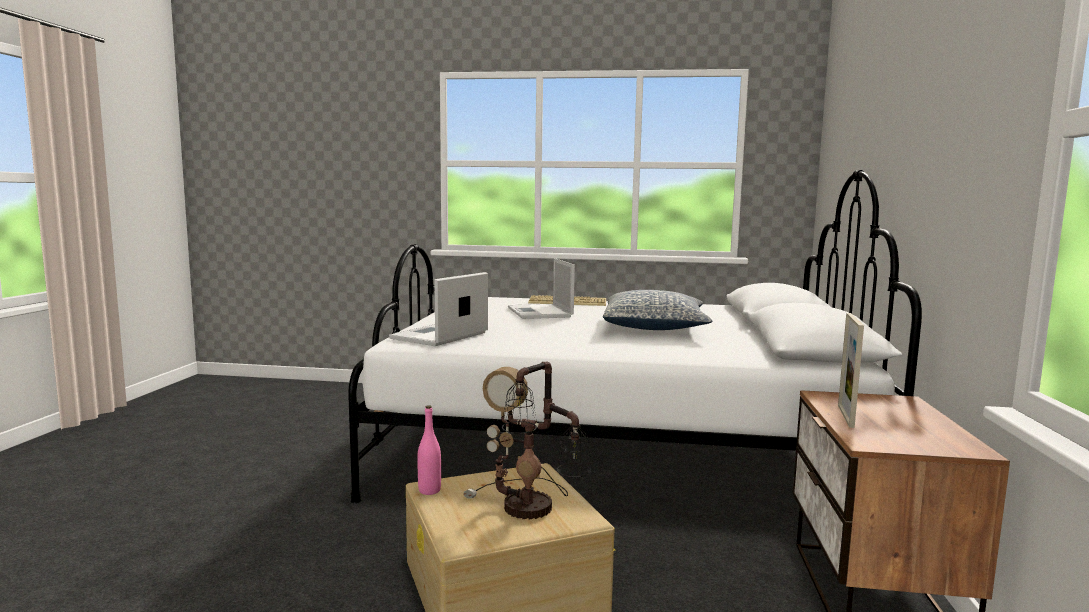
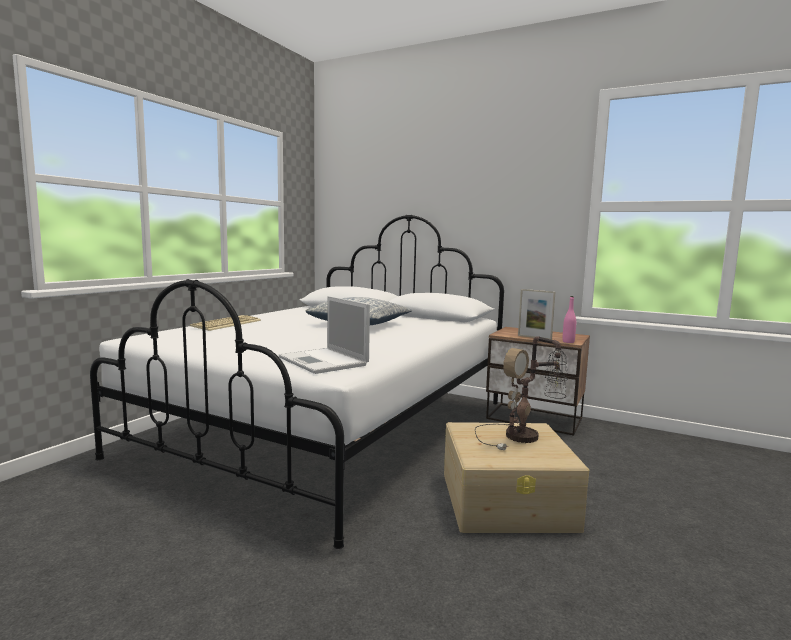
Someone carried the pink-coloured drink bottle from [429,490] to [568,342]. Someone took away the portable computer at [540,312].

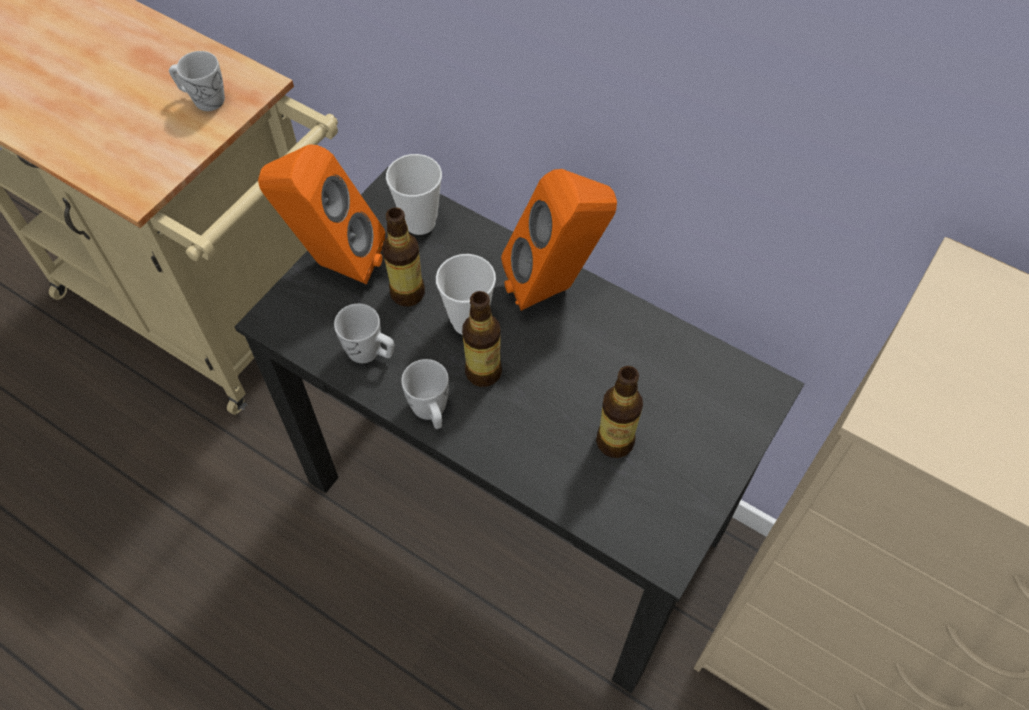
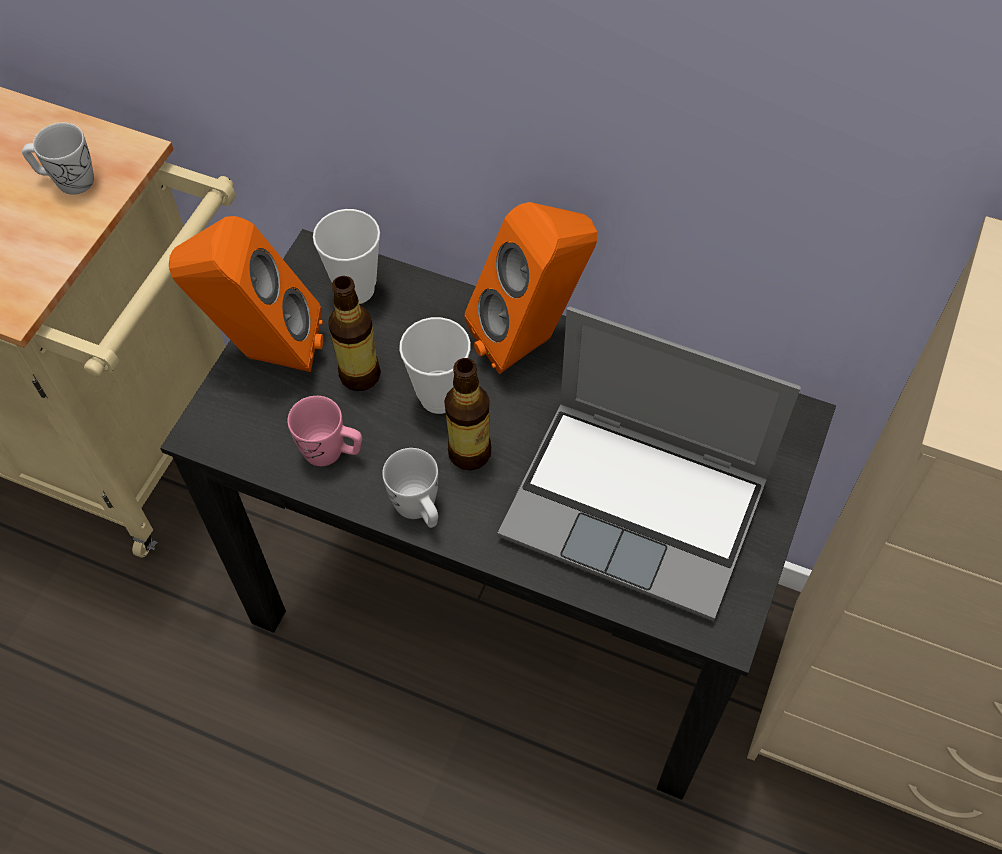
Someone repainted the white-coloured tea mug at [370,353], which became the pink-coloured tea mug at [331,452]. Someone swapped the drink bottle at [615,442] for the portable computer at [638,507].

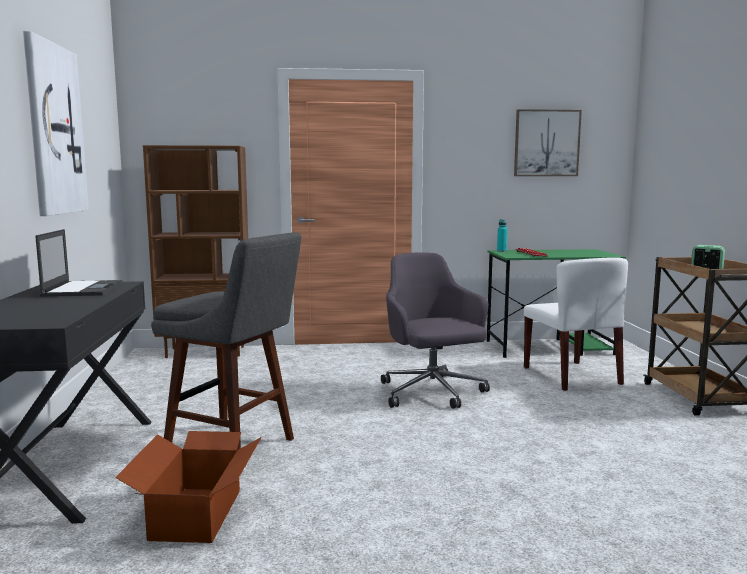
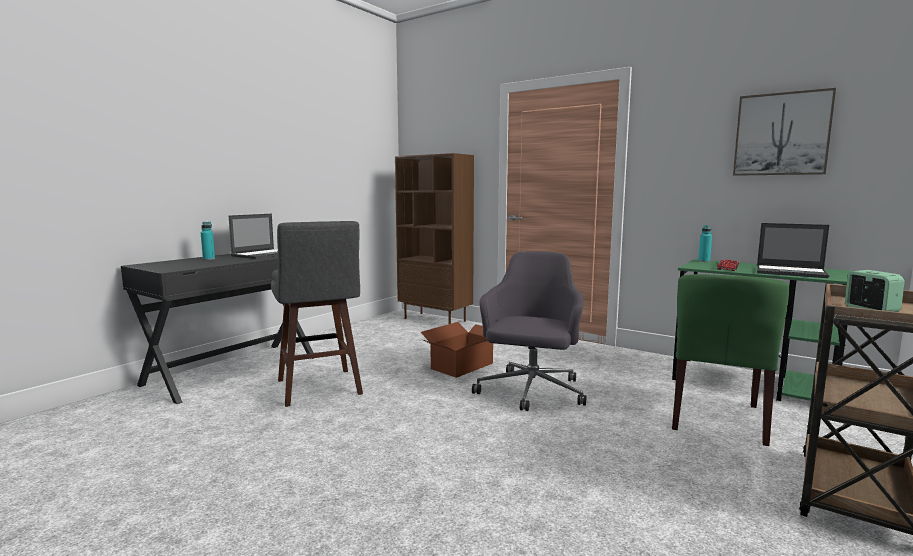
Someone put down the blue-green drink bottle at [208,259]. Someone carried the carton from [198,514] to [463,366]. Someone repainted the white-coloured chair at [572,375], which became the green-coloured chair at [717,418]. Someone put down the portable computer at [791,272]. Someone took away the wall picture at [54,130].

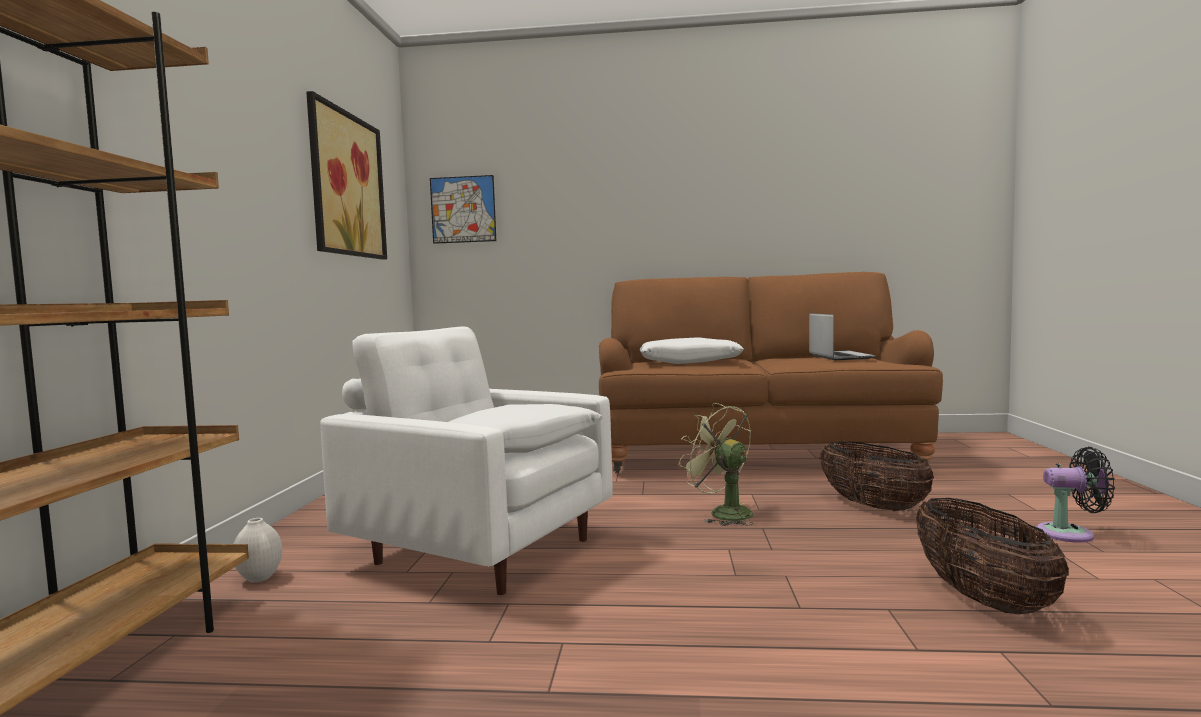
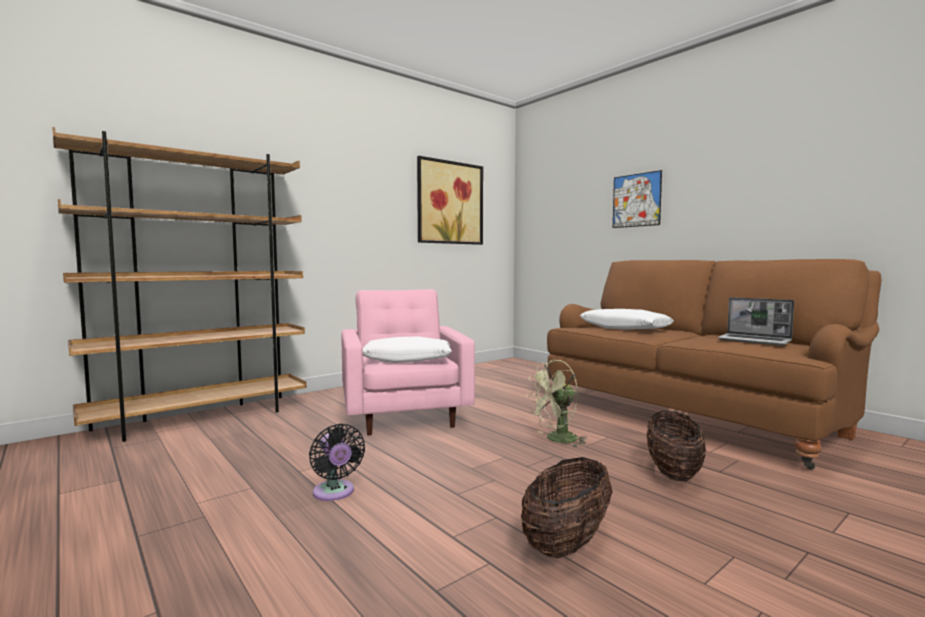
Someone carried the blackish electric fan from [1071,534] to [334,493]. Someone repainted the white-coloured easy chair at [480,549], which became the pink-coloured easy chair at [405,415]. Someone rotated the green-coloured electric fan at [722,513] by 120 degrees counterclockwise. Someone carried the wall picture from [463,209] to [636,200]. Someone rotated the portable computer at [839,357] by 90 degrees clockwise. Someone took away the white-coloured decorative vase at [259,578].

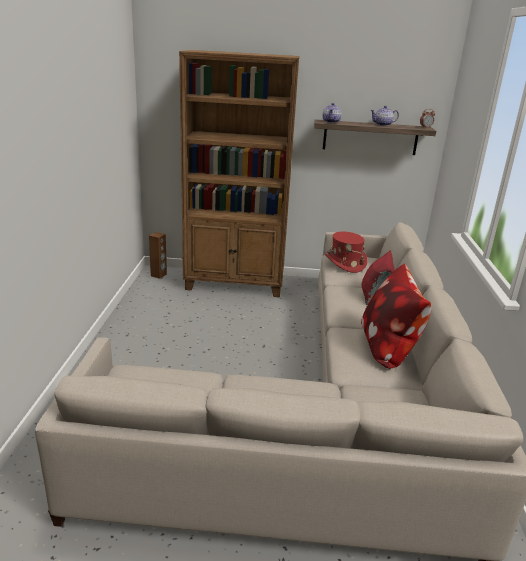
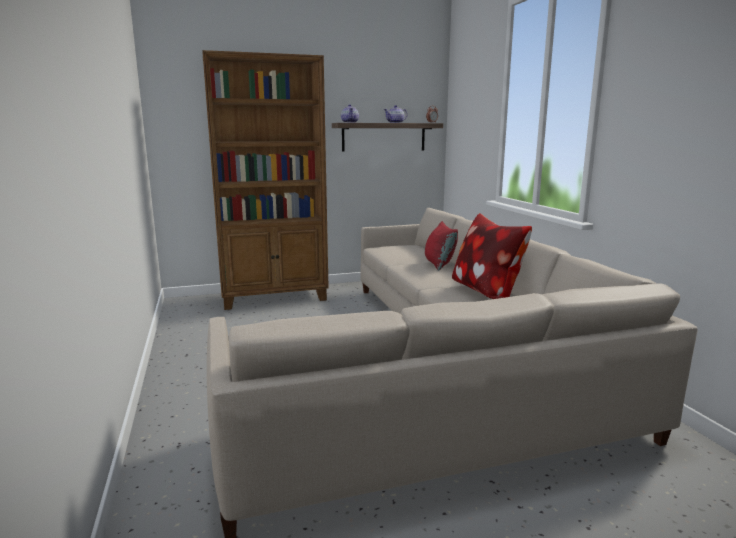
Someone took away the brownish loudspeaker at [159,275]. Someone took away the red-coloured clothing hat at [345,263].

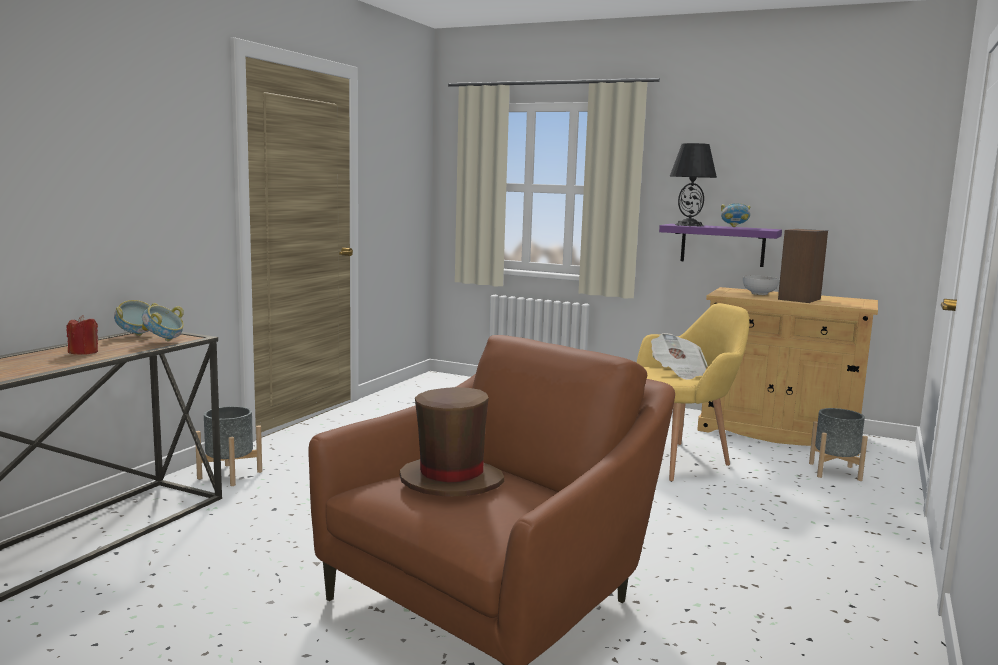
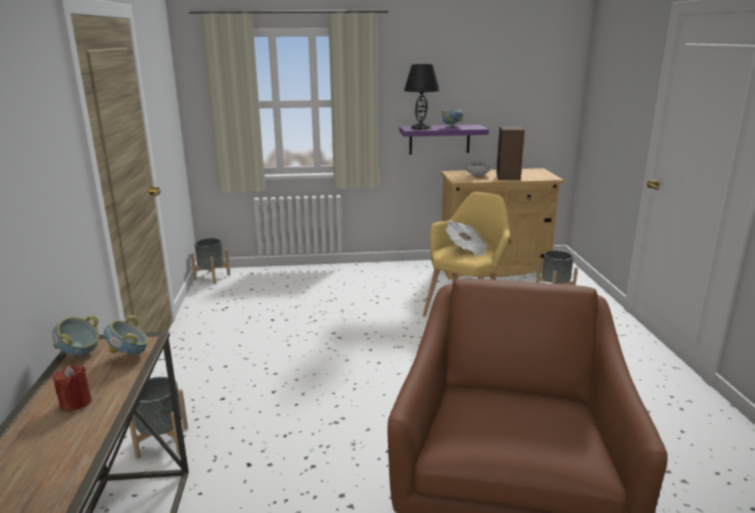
Someone put down the greyish flower pot at [212,277]. Someone took away the brownish clothing hat at [451,480].

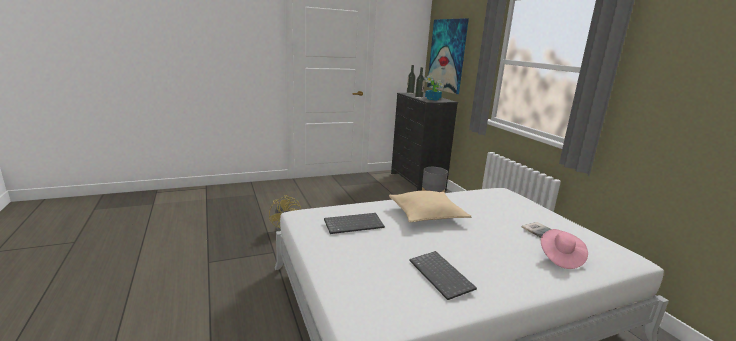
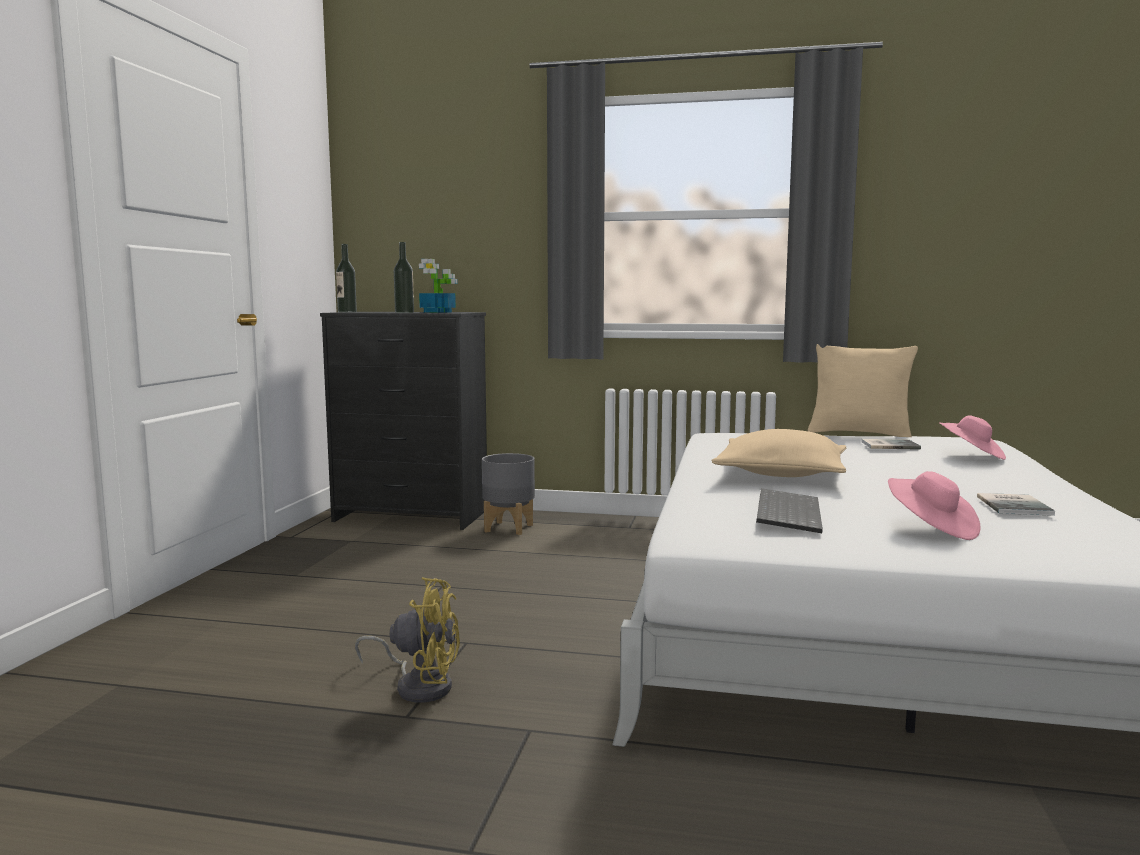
Someone put down the sand-coloured throw pillow at [859,434]. Someone put down the pink-coloured clothing hat at [931,529]. Someone swapped the PC keyboard at [442,276] for the book at [1015,505]. Someone took away the wall picture at [447,55].

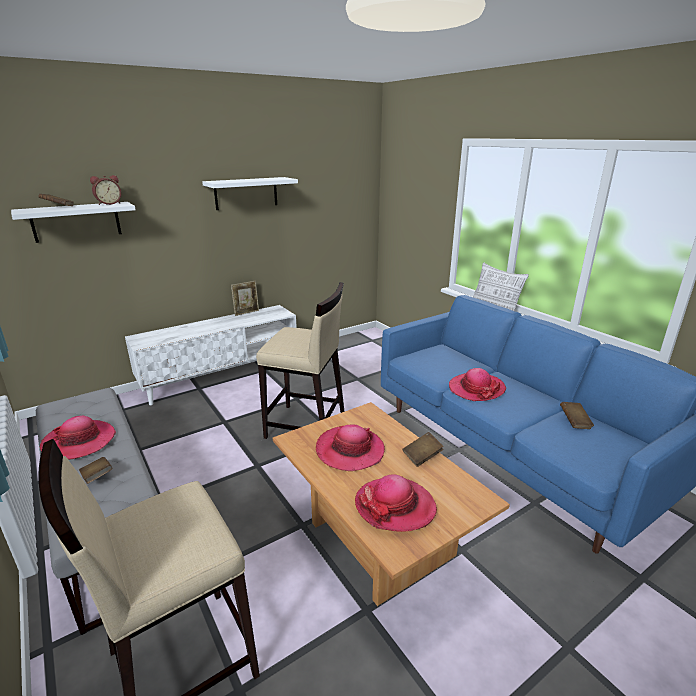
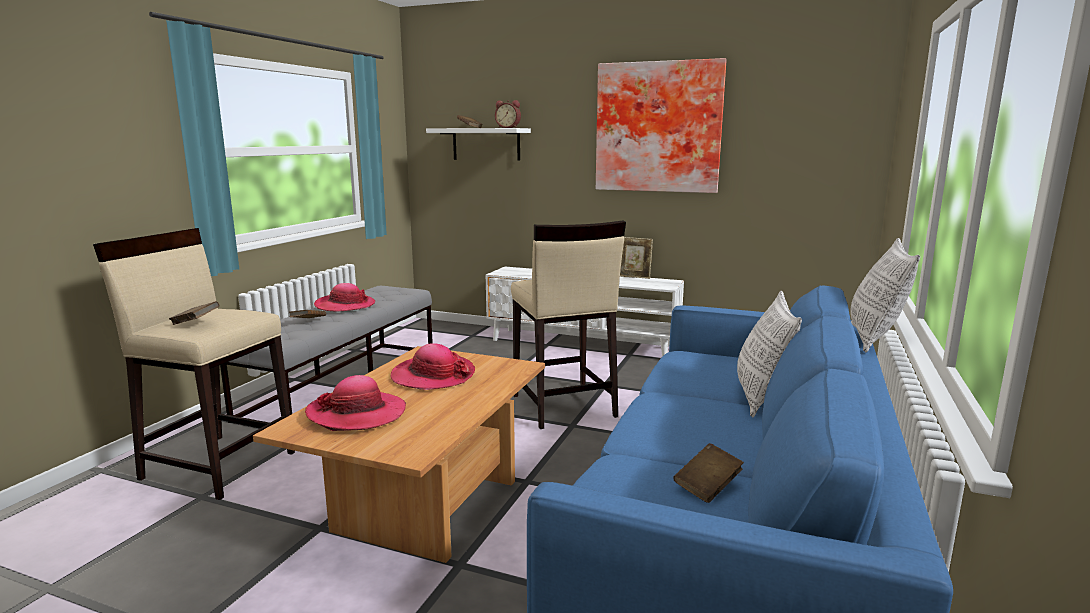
Someone carried the brownish book from [422,456] to [195,324]. Someone swapped the white-coloured wall shelf at [246,193] for the wall picture at [658,127]. Someone put down the throw pillow at [761,398]. Someone took away the clothing hat at [476,389].

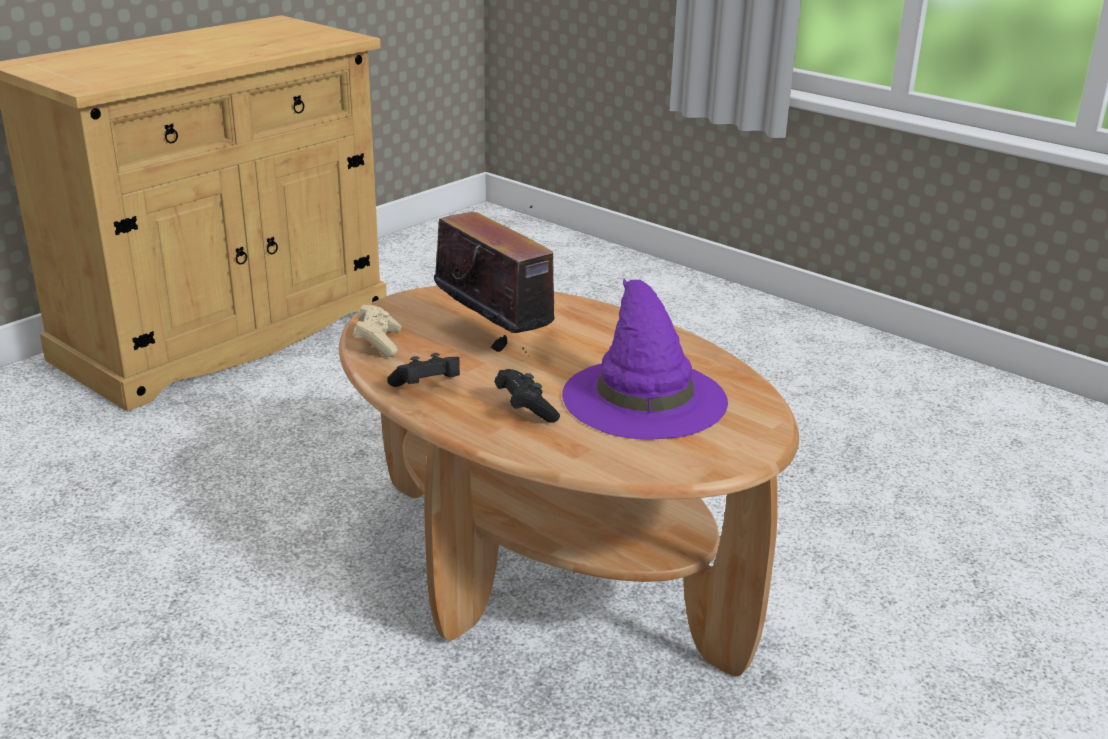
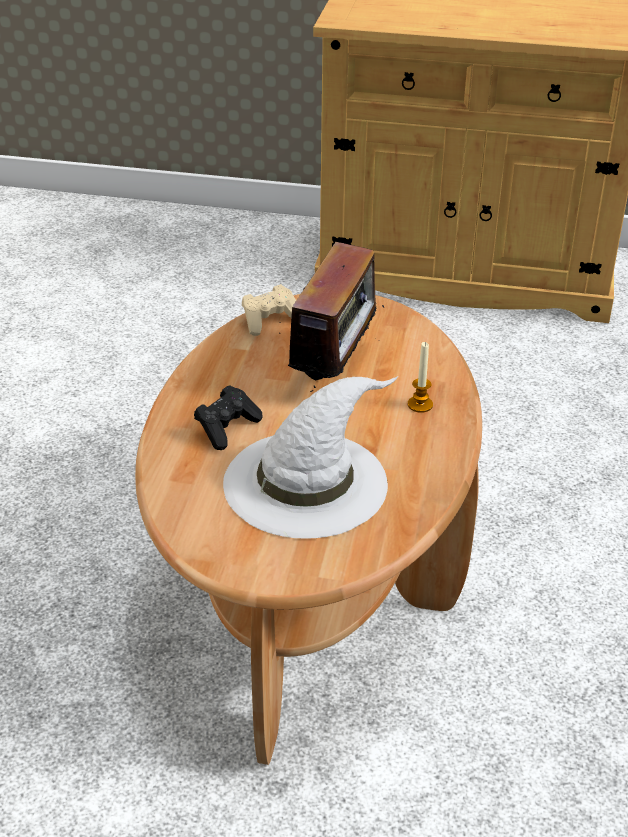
Someone repainted the purplish clothing hat at [643,396], which became the white-coloured clothing hat at [307,481]. Someone put down the wax light at [420,405]. Someone took away the blackish game controller at [427,387].

